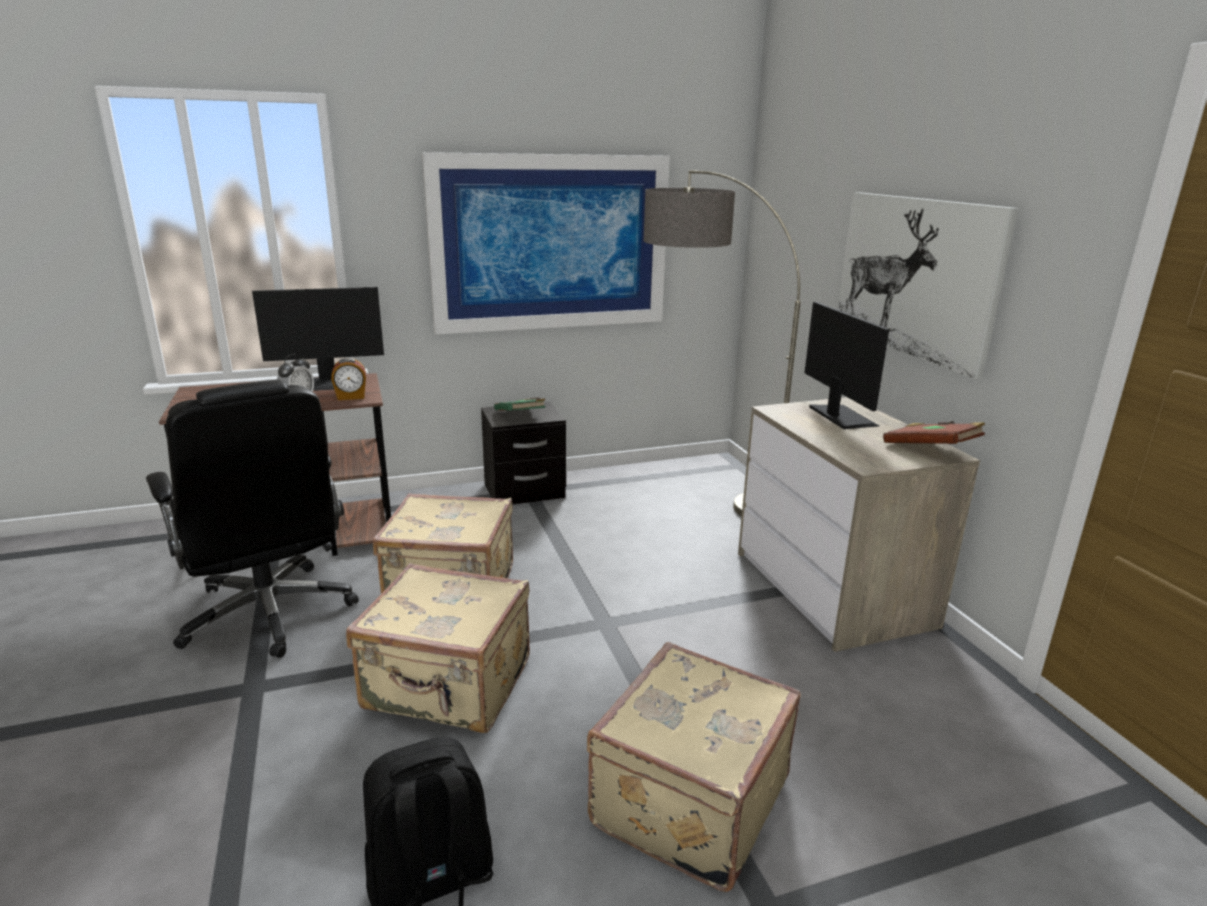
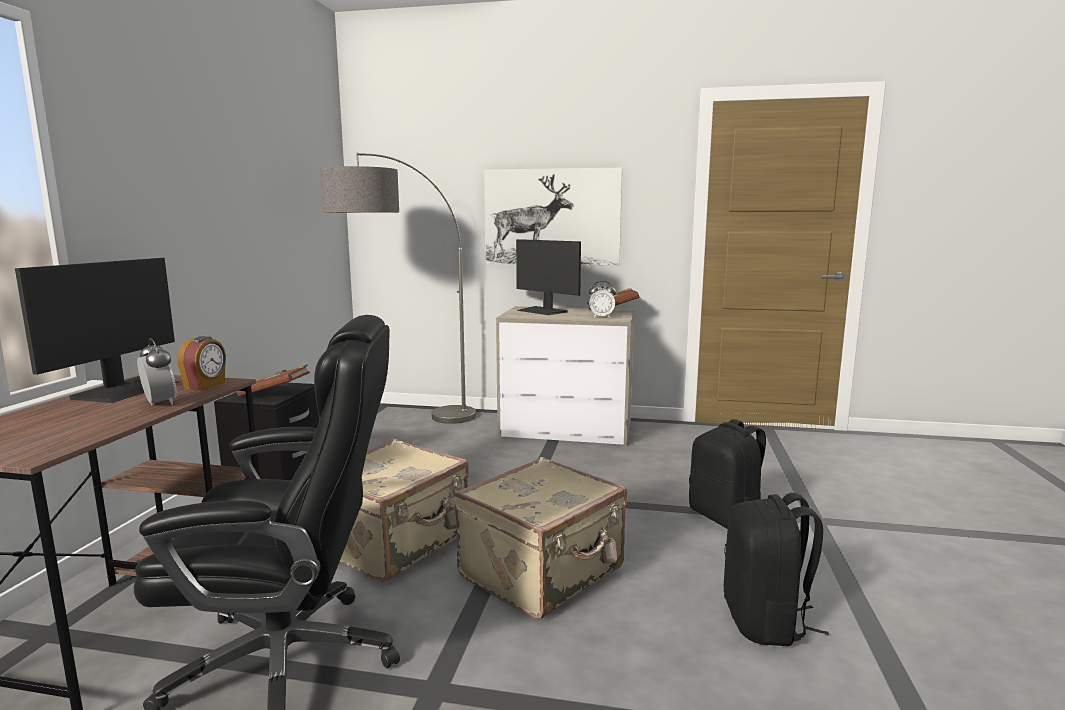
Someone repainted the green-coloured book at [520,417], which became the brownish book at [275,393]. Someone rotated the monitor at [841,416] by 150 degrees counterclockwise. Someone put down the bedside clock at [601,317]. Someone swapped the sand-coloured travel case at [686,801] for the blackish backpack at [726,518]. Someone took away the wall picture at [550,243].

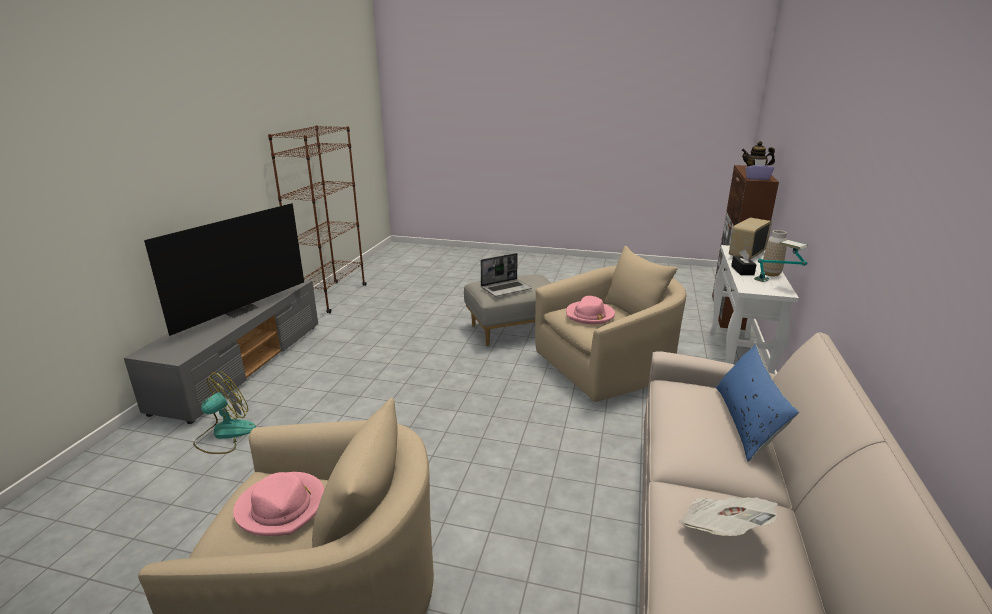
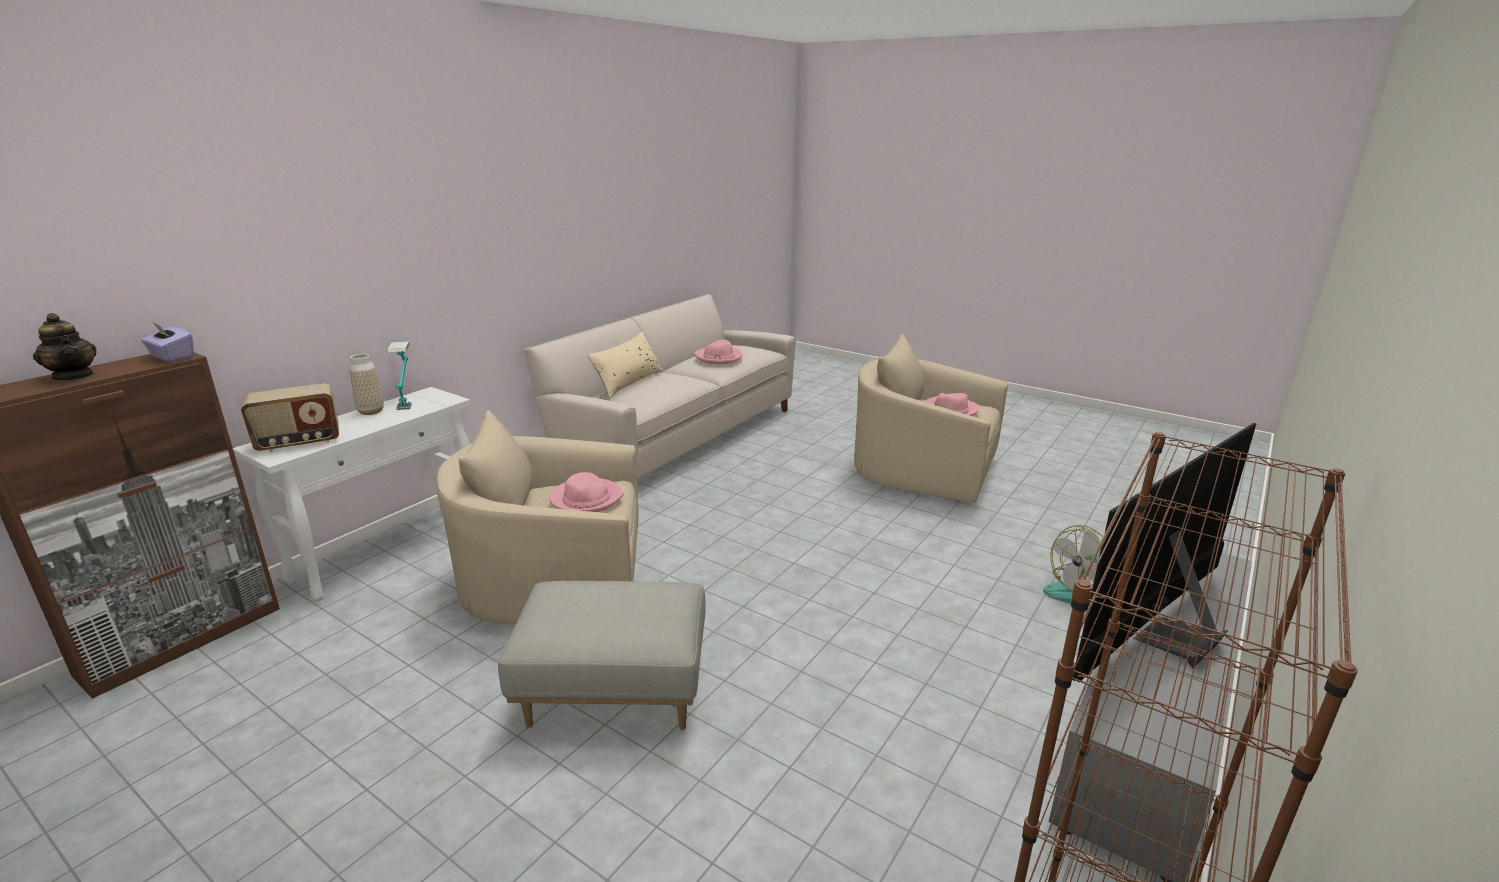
Someone repainted the blue-coloured throw pillow at [746,422], which became the sand-coloured throw pillow at [628,382]. Someone swapped the printed paper at [722,530] for the pink-coloured clothing hat at [719,357]. Someone took away the portable computer at [506,288]. Someone took away the blackish tissue holder at [742,270].

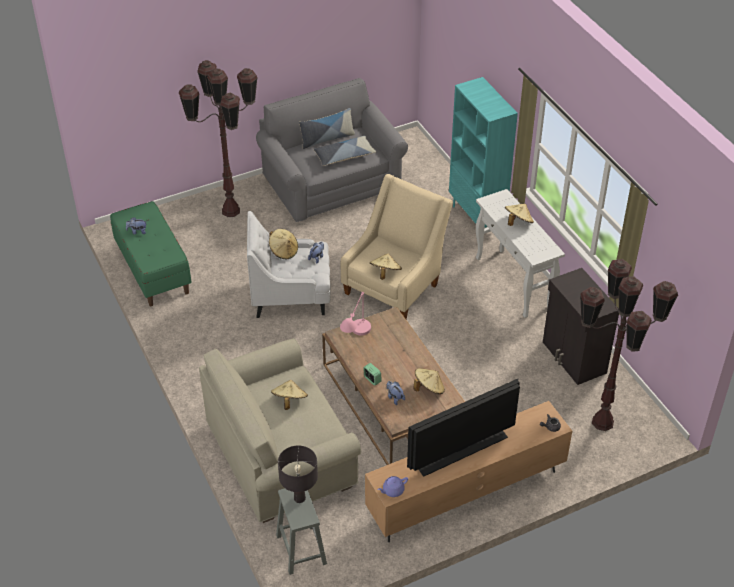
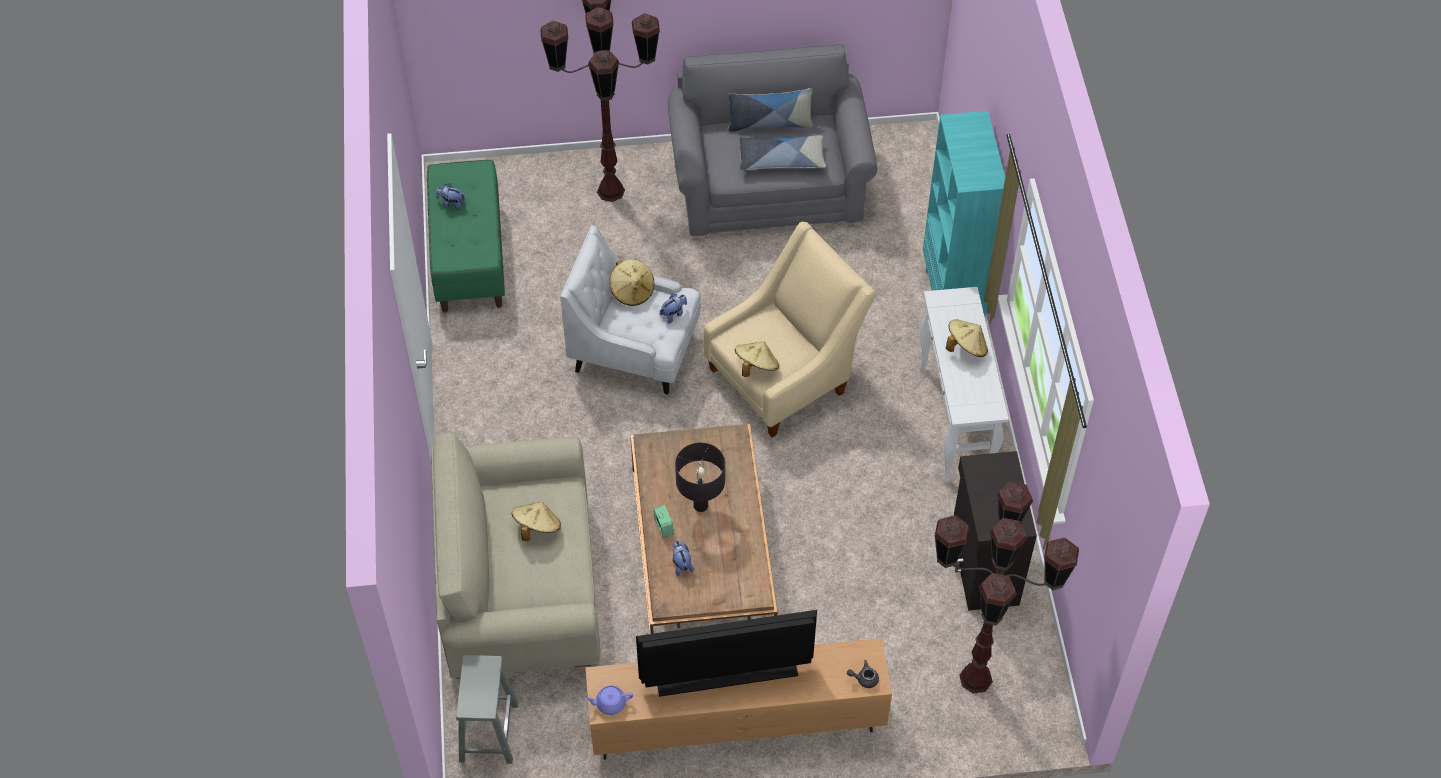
Someone carried the blackish lamp for a table from [299,498] to [701,505]. Someone took away the pink-coloured lamp for a table at [356,340]. Someone took away the sand-coloured clothing hat at [428,388].

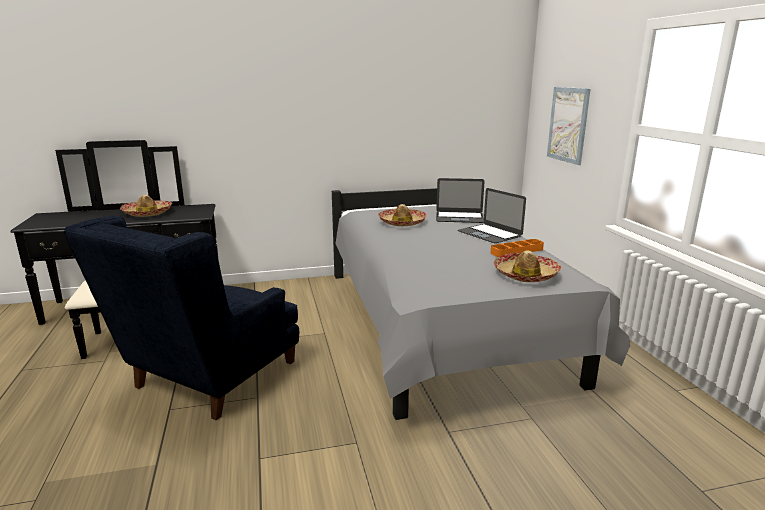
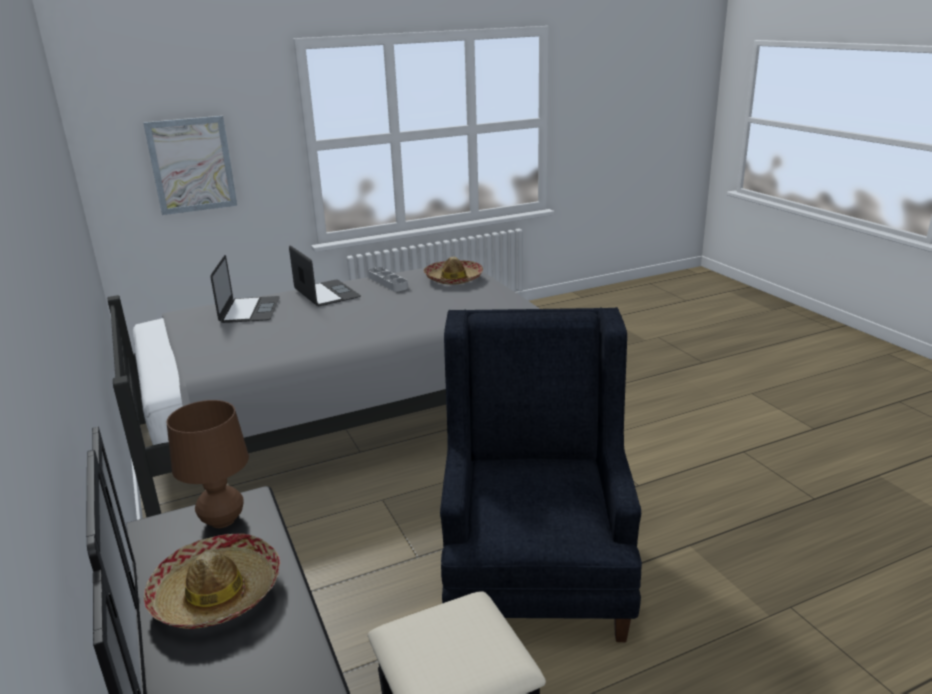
Someone put down the brownish lamp for a table at [222,520]. Someone rotated the portable computer at [489,234] by 75 degrees counterclockwise. Someone repainted the orange serving tray at [517,251], which became the greyish serving tray at [387,282]. Someone rotated the blue-coloured easy chair at [207,380] by 105 degrees counterclockwise. Someone took away the clothing hat at [401,222].

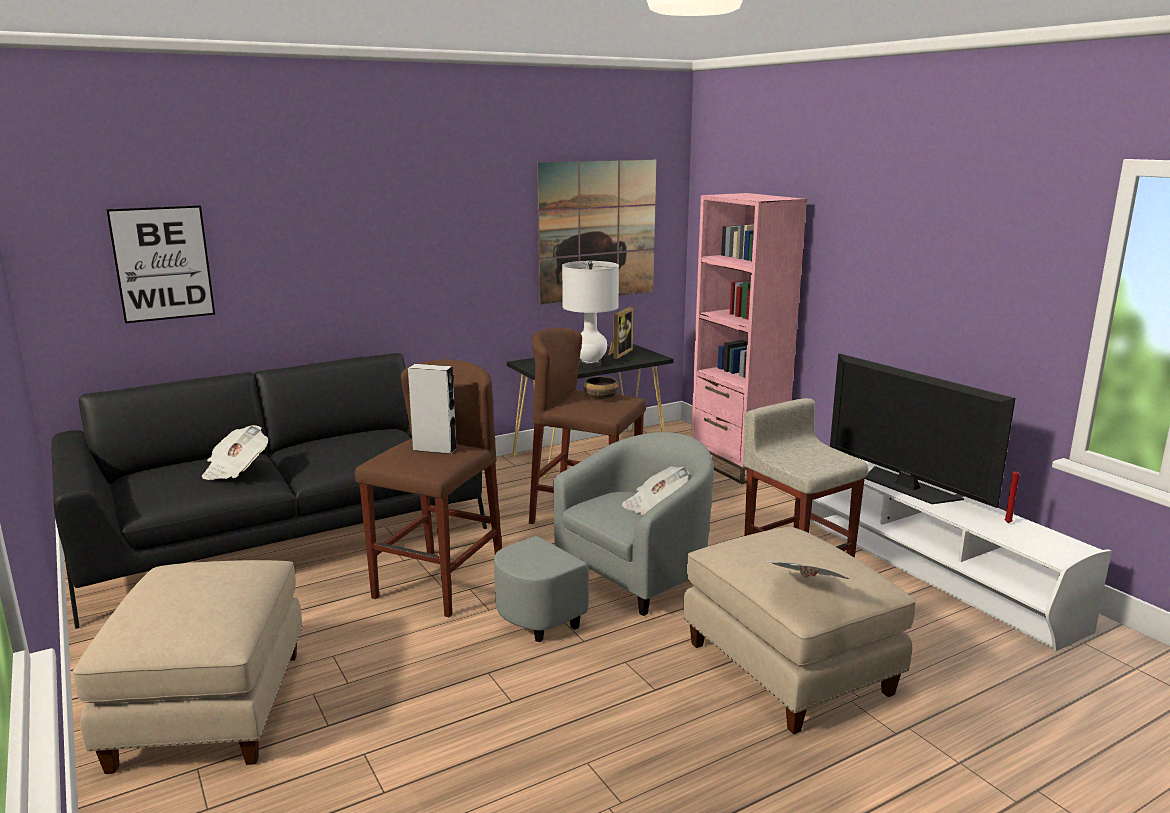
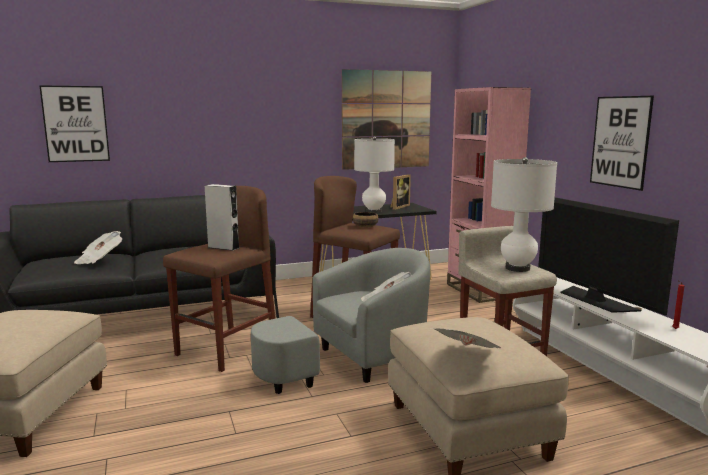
Someone put down the white-coloured lamp for a table at [517,268]. Someone put up the wall picture at [620,142].

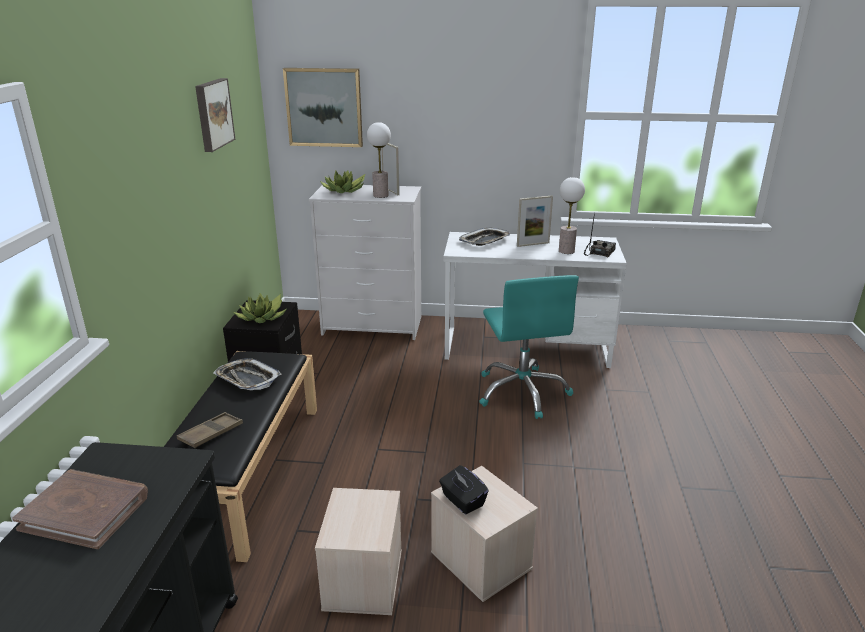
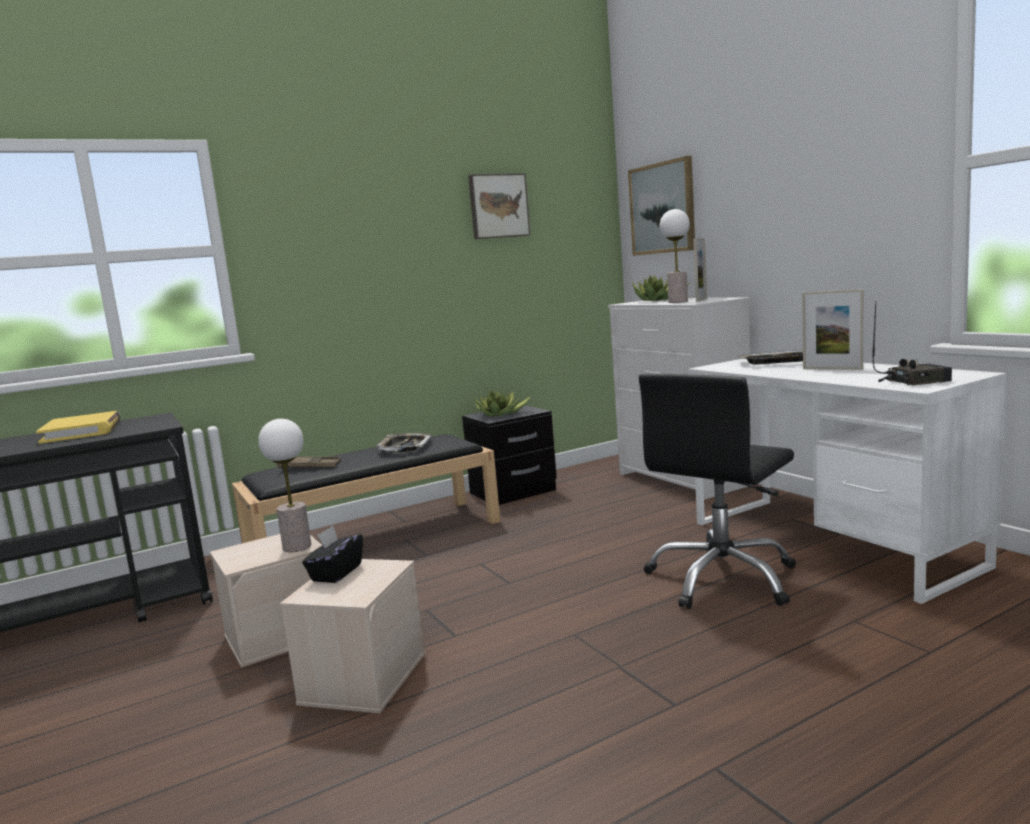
Someone repainted the brownish book at [85,511], which became the yellow book at [82,431]. Someone carried the lamp for a table from [566,251] to [297,547]. Someone repainted the blue-green desk chair at [522,392], which became the blackish desk chair at [722,579].

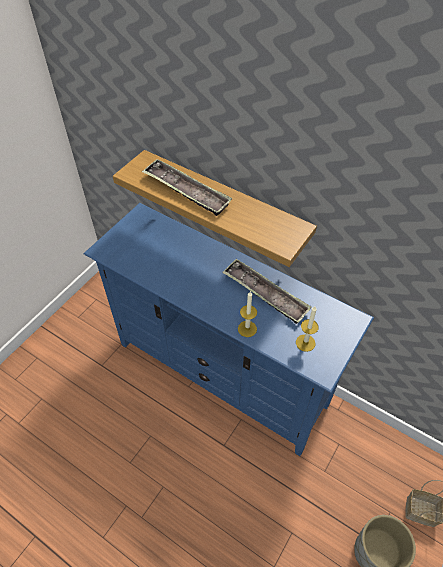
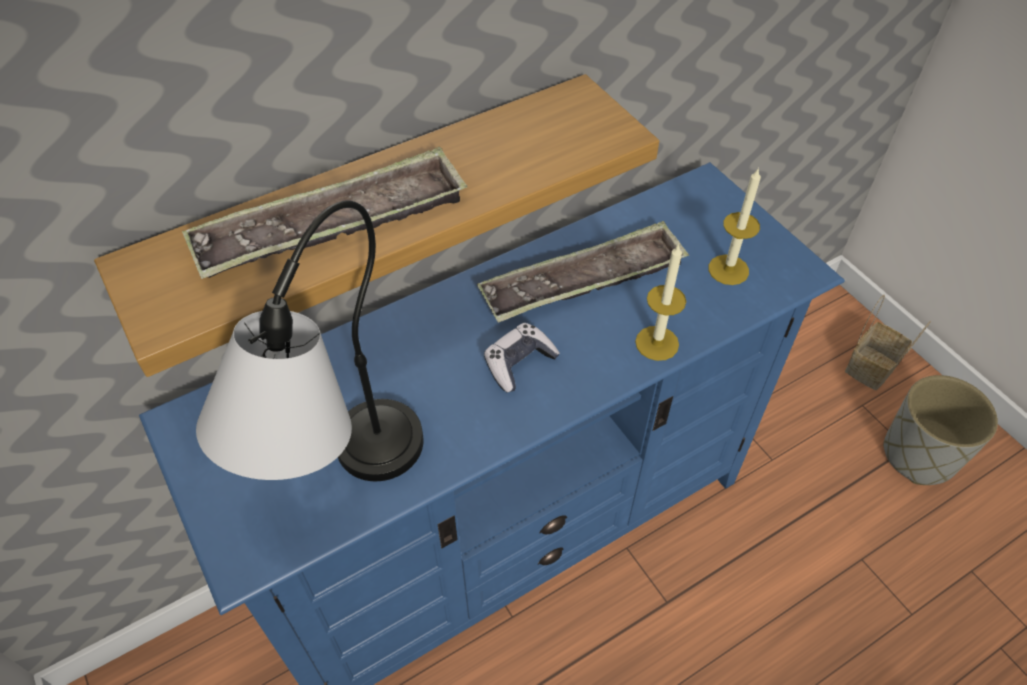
Someone put down the lamp for a table at [340,488]. Someone put down the game controller at [519,363].

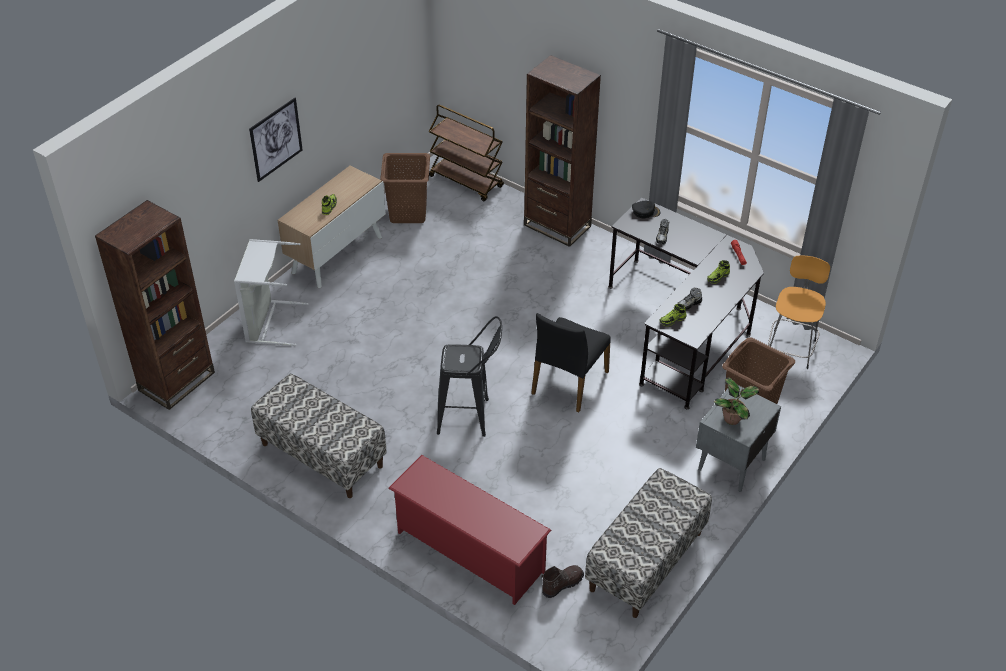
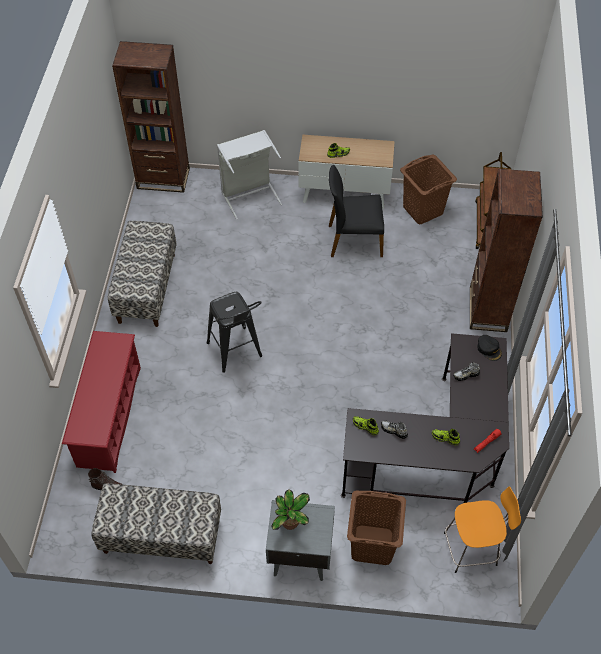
Someone carried the blackish chair from [568,382] to [354,240]. Someone took away the wall picture at [276,139].

